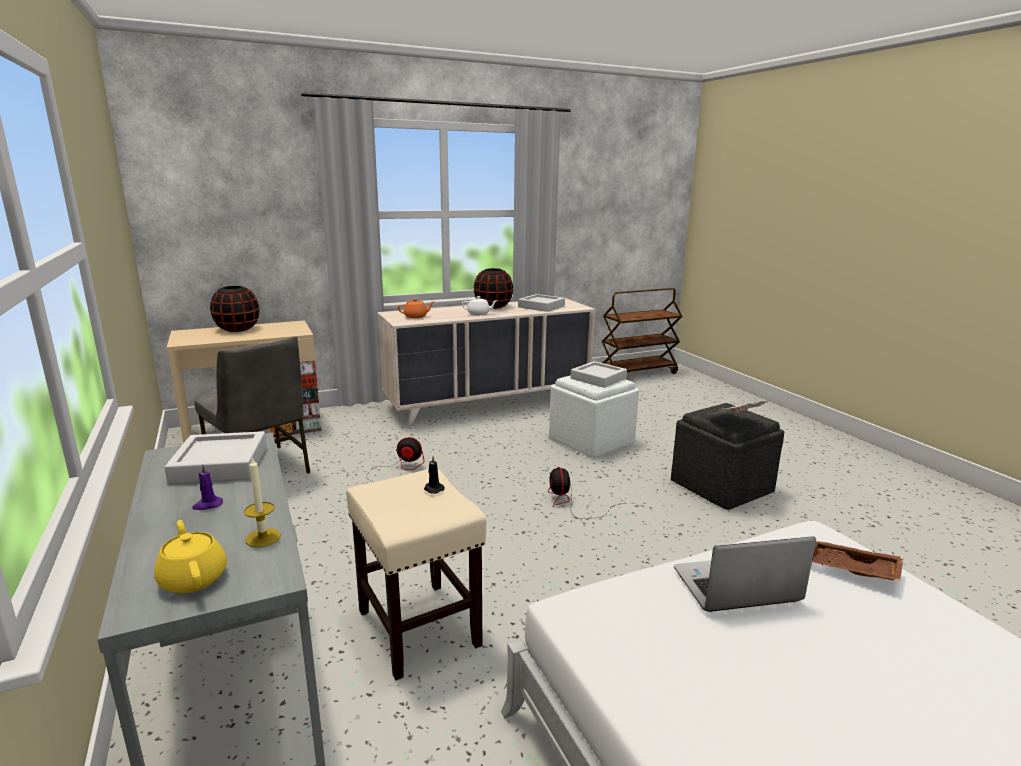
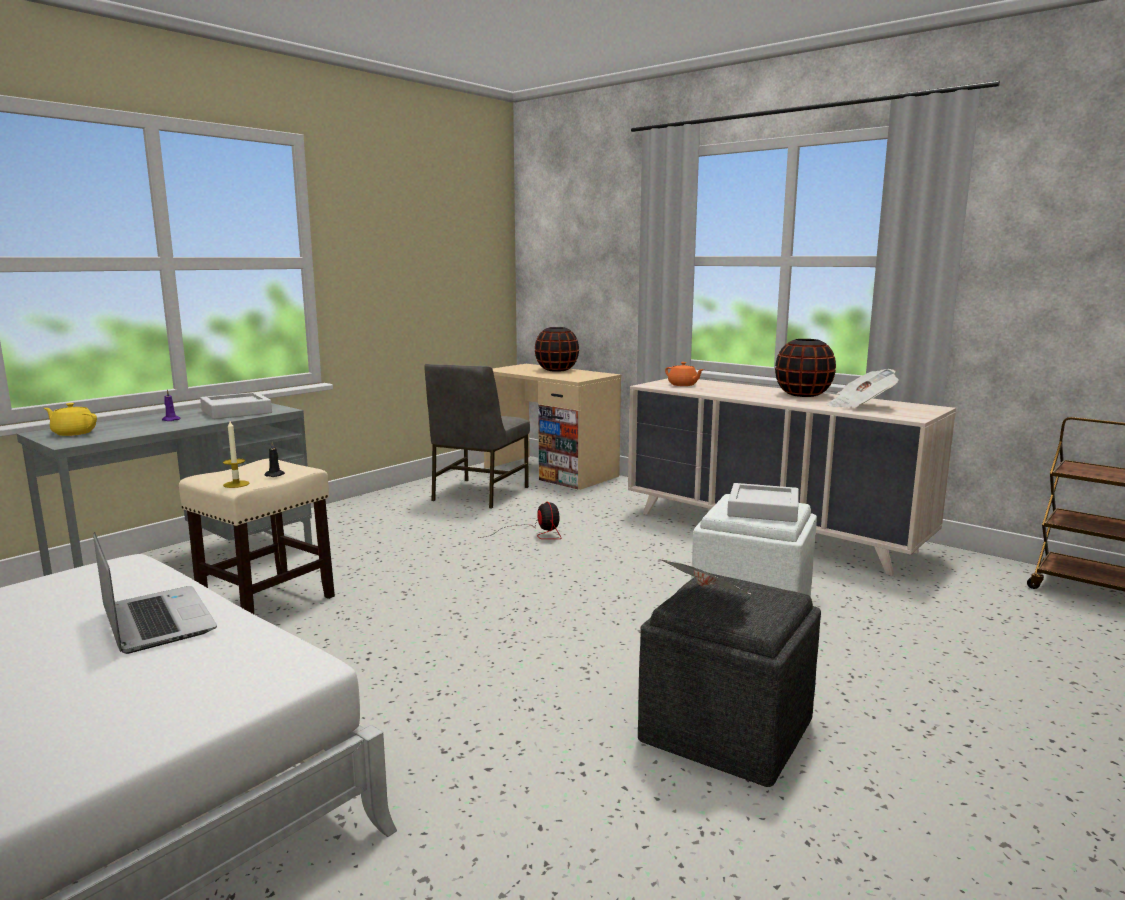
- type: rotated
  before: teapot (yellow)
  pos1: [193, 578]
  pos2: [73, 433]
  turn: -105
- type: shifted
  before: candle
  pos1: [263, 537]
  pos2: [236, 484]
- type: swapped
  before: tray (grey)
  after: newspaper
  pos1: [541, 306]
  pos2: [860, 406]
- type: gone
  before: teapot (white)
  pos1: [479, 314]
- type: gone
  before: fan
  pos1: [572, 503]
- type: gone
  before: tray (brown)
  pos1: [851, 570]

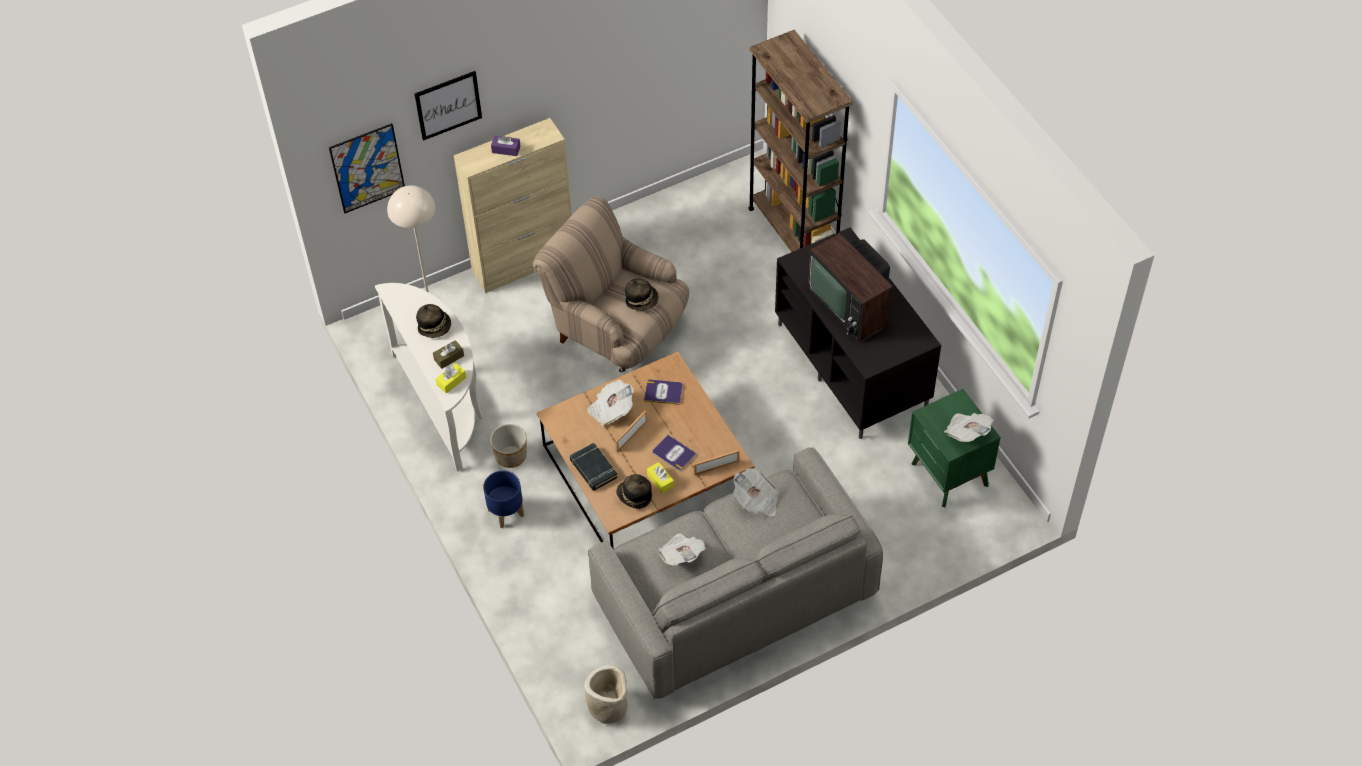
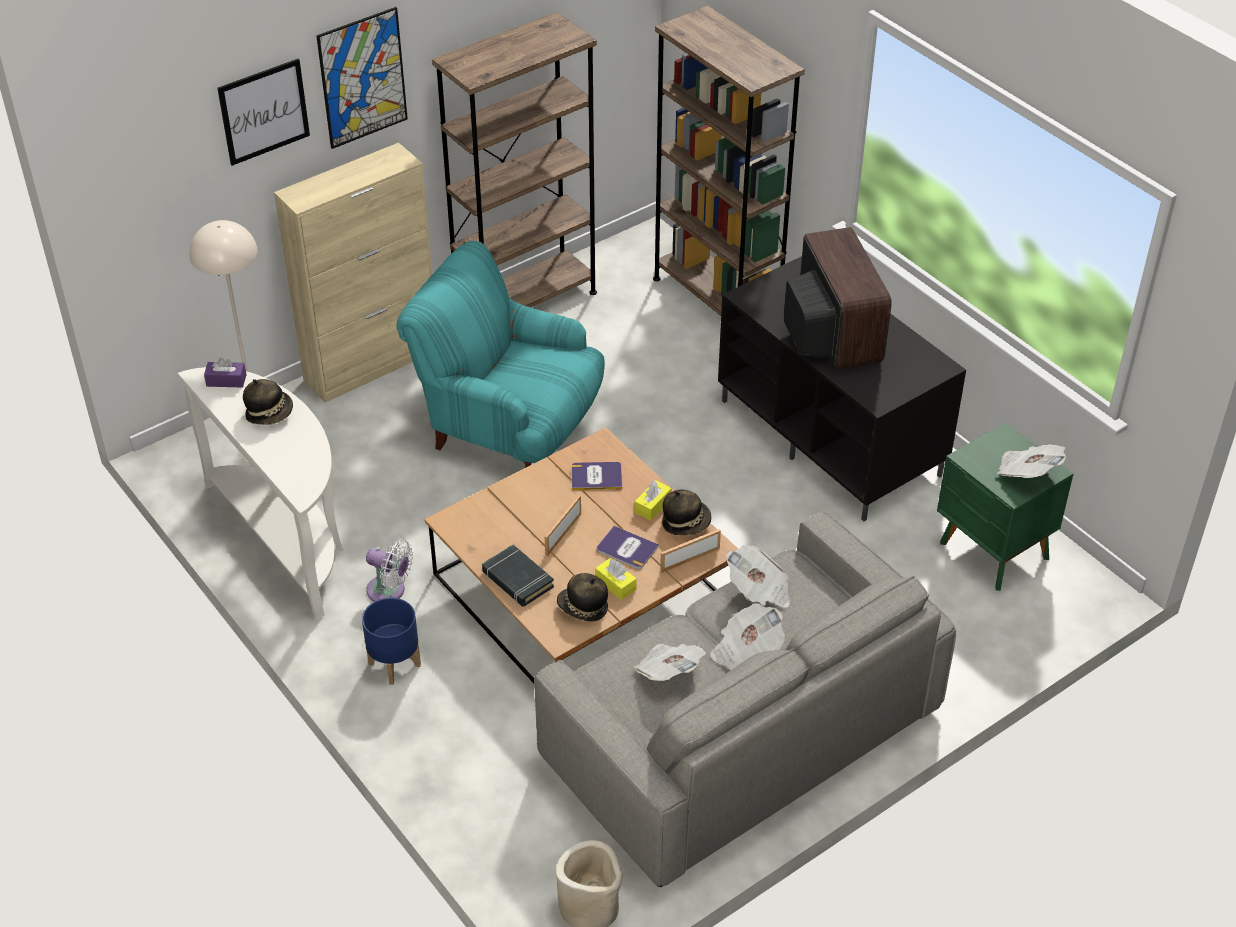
- type: shifted
  before: tissue box (purple)
  pos1: [506, 149]
  pos2: [226, 380]
- type: shifted
  before: picture
  pos1: [367, 168]
  pos2: [362, 78]
- type: swapped
  before: planter
  after: fan (white)
  pos1: [510, 455]
  pos2: [389, 591]
- type: repainted
  before: armchair (beige)
  after: armchair (turquoise)
  pos1: [616, 329]
  pos2: [508, 427]
- type: new
  after: bookcase (brown)
  pos2: [526, 303]
- type: shifted
  before: tissue box (yellow)
  pos1: [451, 381]
  pos2: [652, 506]
- type: shifted
  before: hat
  pos1: [642, 300]
  pos2: [686, 522]
- type: shifted
  before: newspaper
  pos1: [611, 410]
  pos2: [746, 652]
- type: rotated
  before: television
  pos1: [850, 302]
  pos2: [833, 334]
  turn: -150
- type: gone
  before: tissue box (brown)
  pos1: [449, 358]

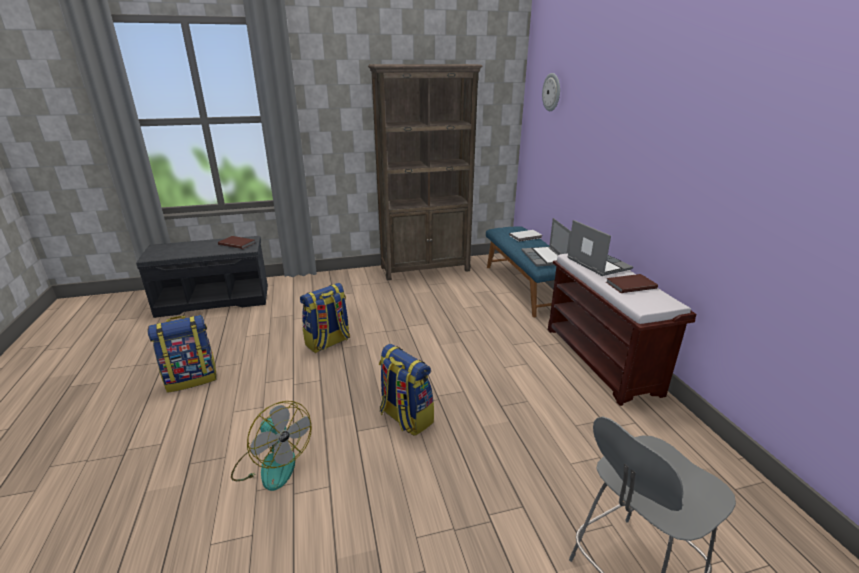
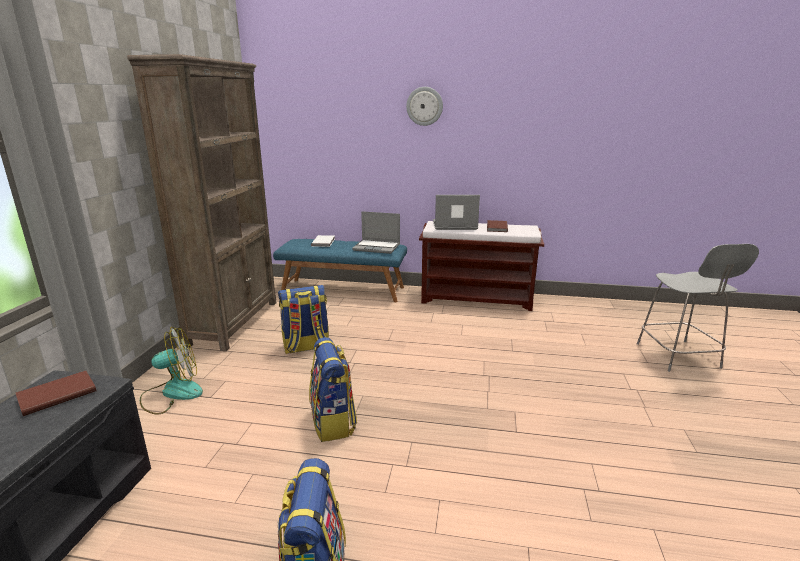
- type: shifted
  before: fan
  pos1: [272, 463]
  pos2: [172, 393]
- type: shifted
  before: backpack
  pos1: [405, 418]
  pos2: [306, 347]
- type: shifted
  before: wall clock
  pos1: [552, 92]
  pos2: [424, 106]

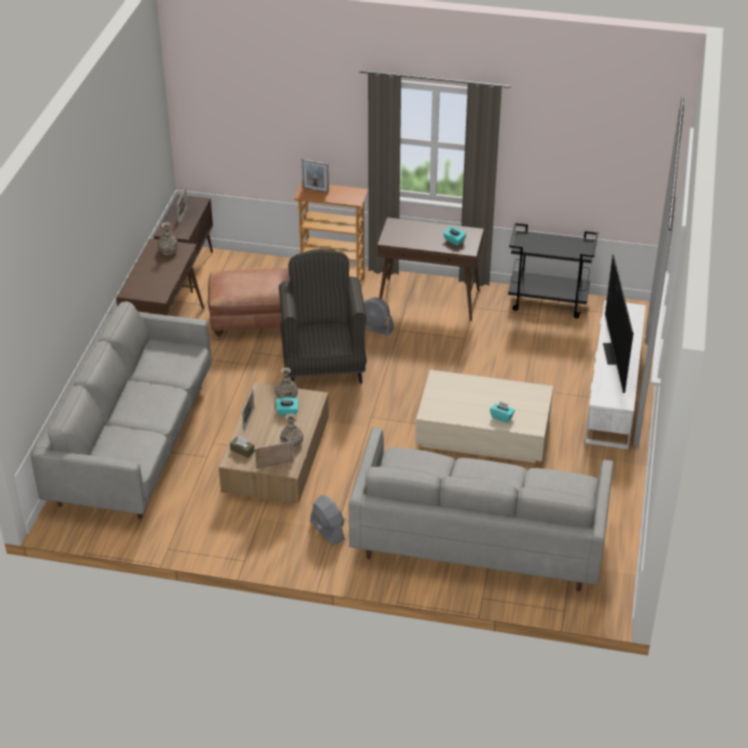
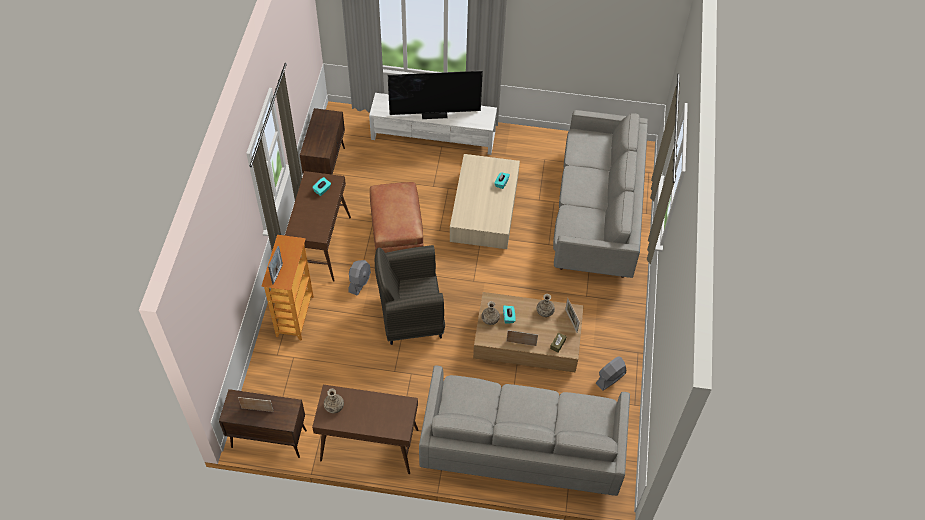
- type: swapped
  before: cart (black)
  after: cabinet (brown)
  pos1: [548, 302]
  pos2: [326, 168]
- type: shifted
  before: ottoman (brown)
  pos1: [255, 323]
  pos2: [396, 234]
- type: shifted
  before: fan (grey)
  pos1: [327, 530]
  pos2: [610, 378]

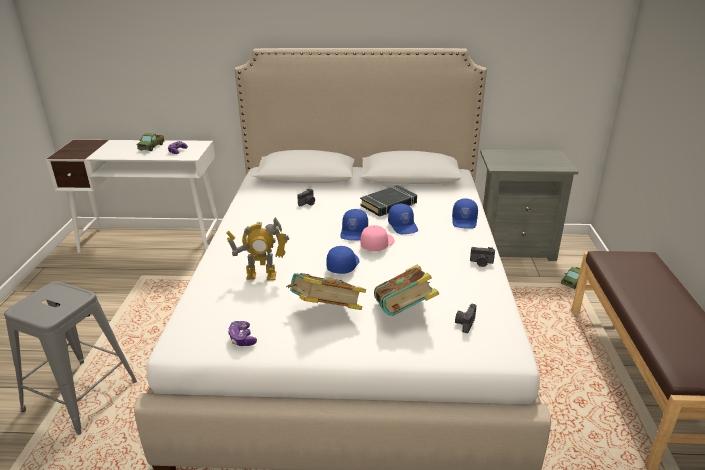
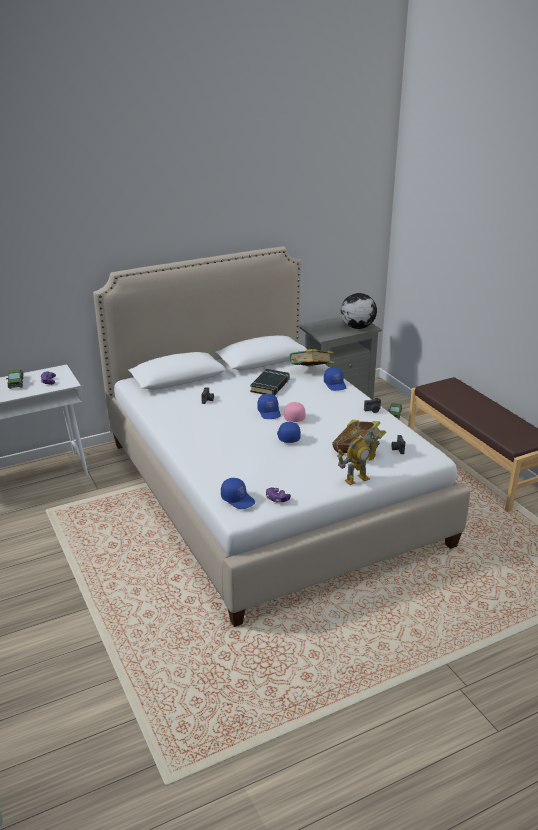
- type: shifted
  before: cap (blue)
  pos1: [403, 226]
  pos2: [238, 499]
- type: shifted
  before: book
  pos1: [326, 312]
  pos2: [310, 372]
- type: shifted
  before: toy robot
  pos1: [261, 276]
  pos2: [356, 479]
- type: new
  after: globe
  pos2: [357, 327]
- type: gone
  before: stool (grey)
  pos1: [80, 396]

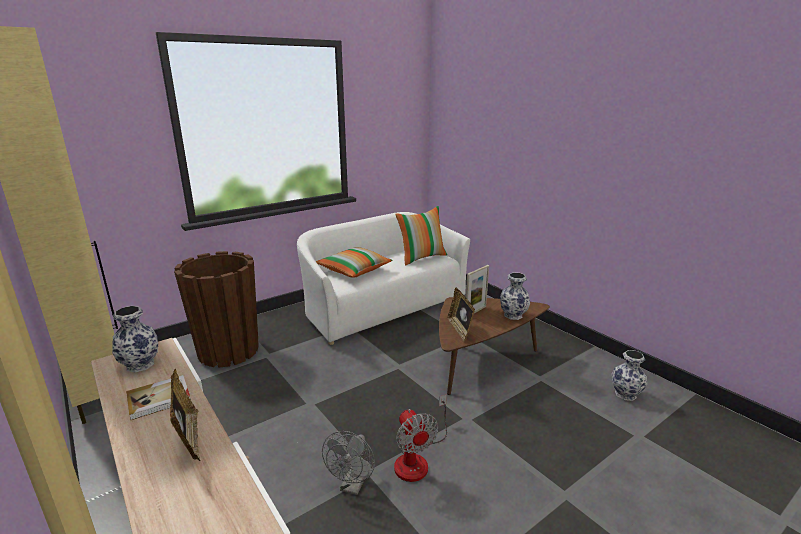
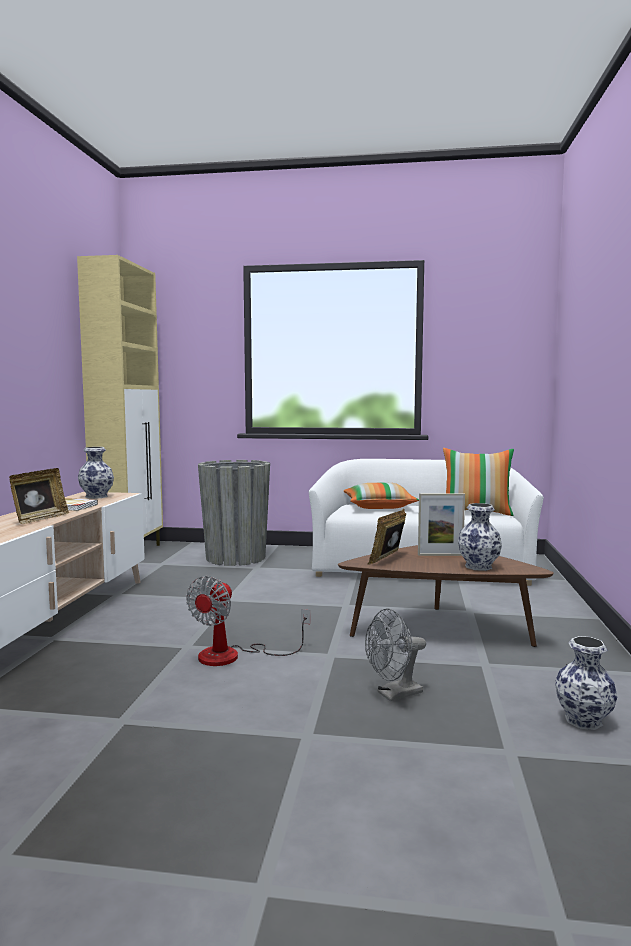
- type: repainted
  before: planter (brown)
  after: planter (grey)
  pos1: [228, 351]
  pos2: [235, 558]
- type: shifted
  before: fan (grey)
  pos1: [352, 486]
  pos2: [394, 695]

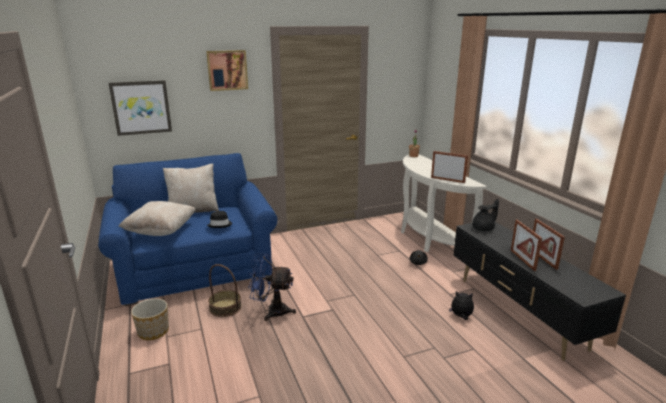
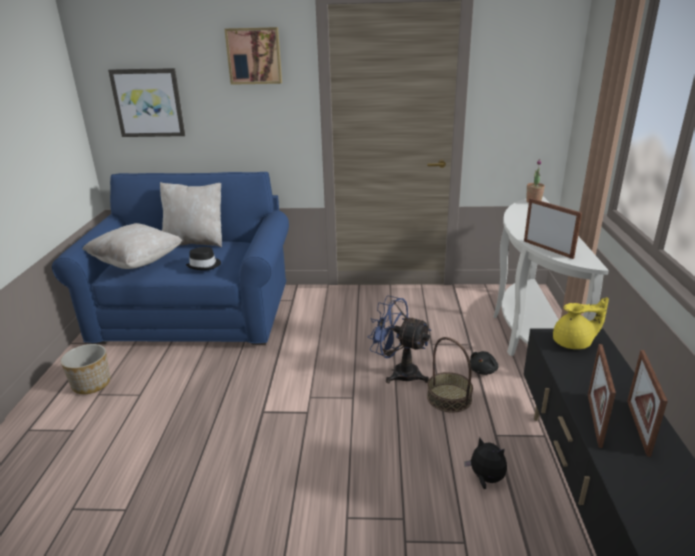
- type: shifted
  before: fan (blue)
  pos1: [271, 311]
  pos2: [399, 372]
- type: shifted
  before: basket
  pos1: [225, 307]
  pos2: [449, 398]
- type: repainted
  before: teapot (black)
  after: teapot (yellow)
  pos1: [484, 228]
  pos2: [574, 343]

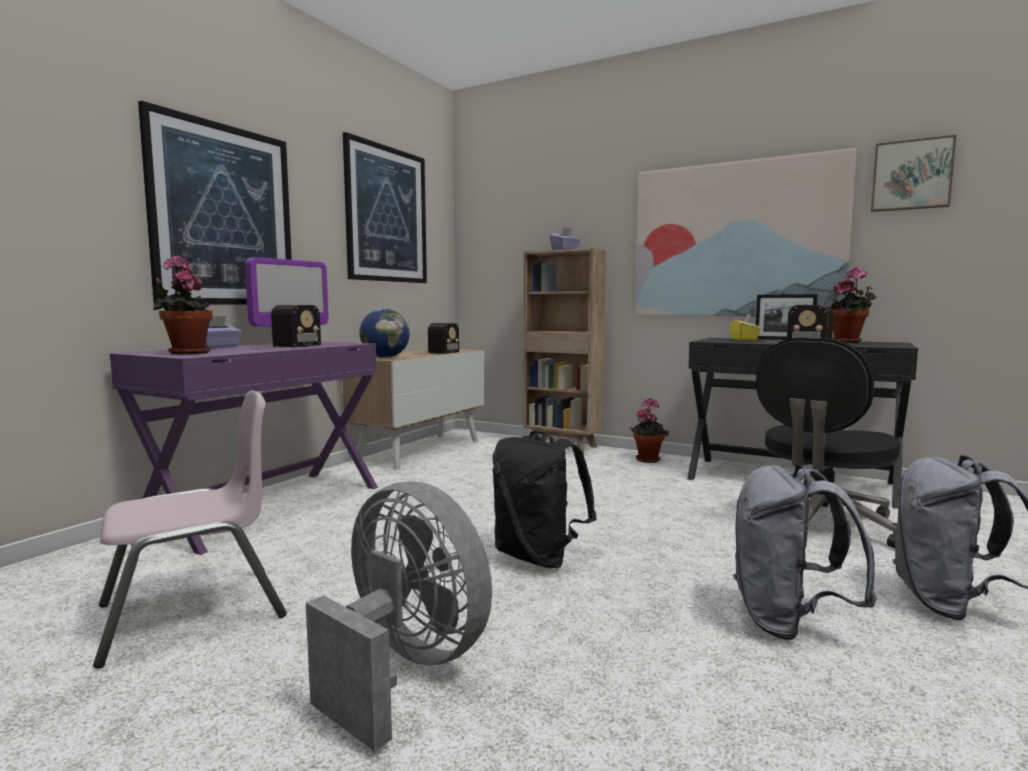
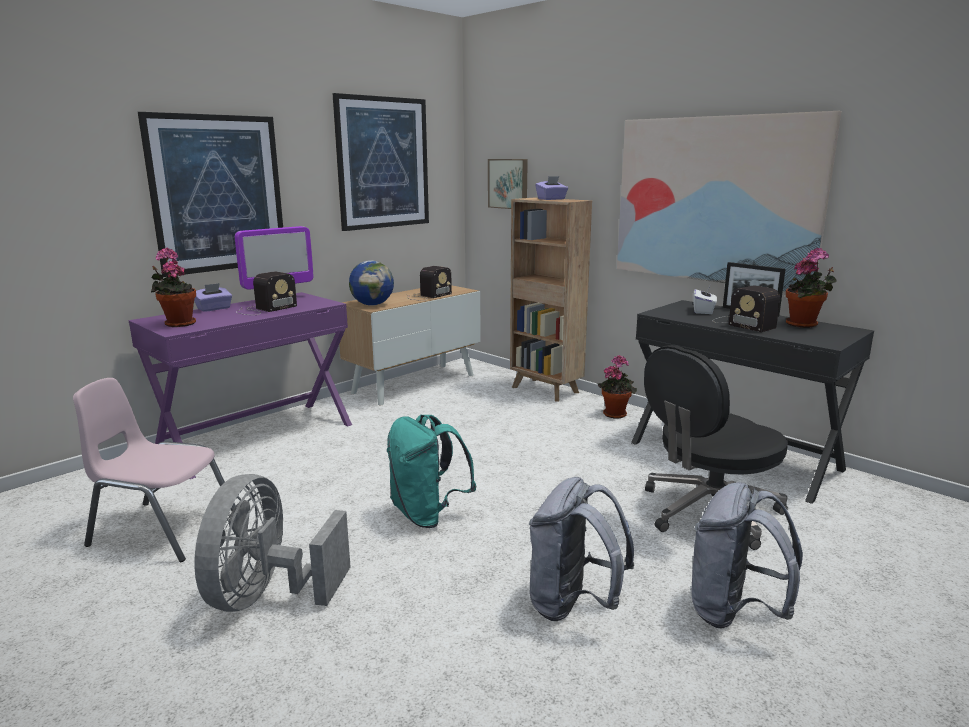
- type: rotated
  before: chair (pink)
  pos1: [193, 612]
  pos2: [163, 529]
  turn: -150
- type: rotated
  before: fan (grey)
  pos1: [404, 669]
  pos2: [268, 596]
  turn: -135
- type: repainted
  before: backpack (black)
  after: backpack (turquoise)
  pos1: [538, 557]
  pos2: [427, 515]
- type: shifted
  before: picture
  pos1: [911, 175]
  pos2: [509, 183]
- type: repainted
  before: tissue box (yellow)
  after: tissue box (white)
  pos1: [744, 340]
  pos2: [703, 311]

